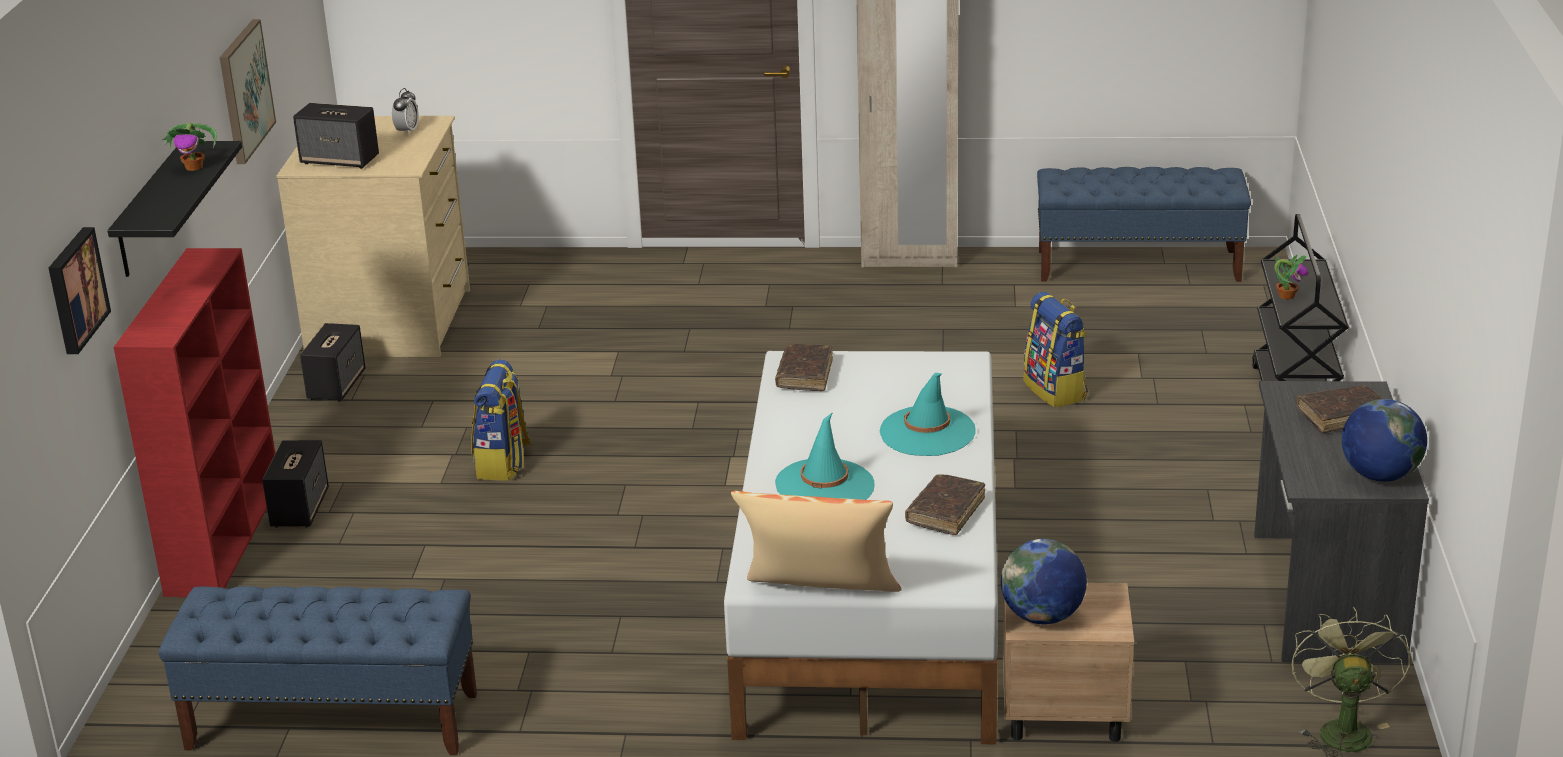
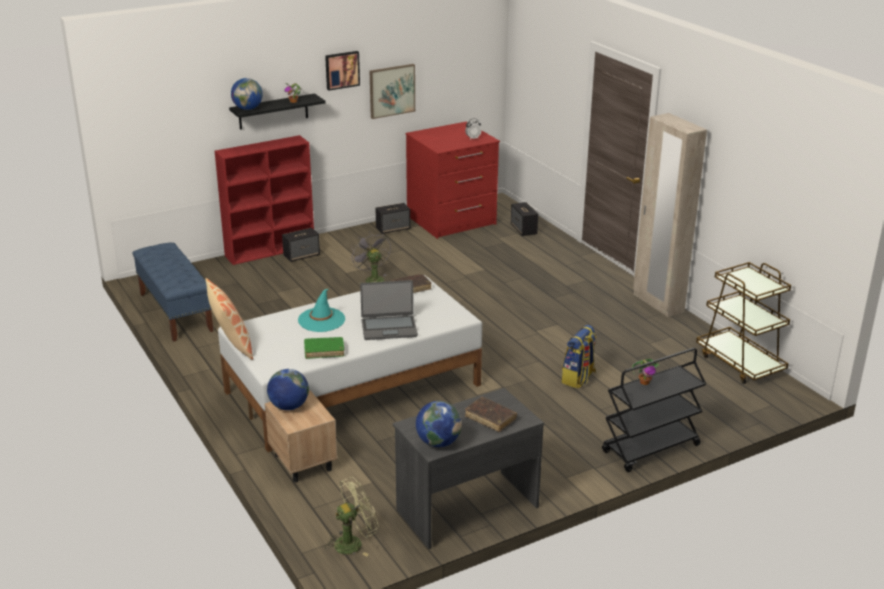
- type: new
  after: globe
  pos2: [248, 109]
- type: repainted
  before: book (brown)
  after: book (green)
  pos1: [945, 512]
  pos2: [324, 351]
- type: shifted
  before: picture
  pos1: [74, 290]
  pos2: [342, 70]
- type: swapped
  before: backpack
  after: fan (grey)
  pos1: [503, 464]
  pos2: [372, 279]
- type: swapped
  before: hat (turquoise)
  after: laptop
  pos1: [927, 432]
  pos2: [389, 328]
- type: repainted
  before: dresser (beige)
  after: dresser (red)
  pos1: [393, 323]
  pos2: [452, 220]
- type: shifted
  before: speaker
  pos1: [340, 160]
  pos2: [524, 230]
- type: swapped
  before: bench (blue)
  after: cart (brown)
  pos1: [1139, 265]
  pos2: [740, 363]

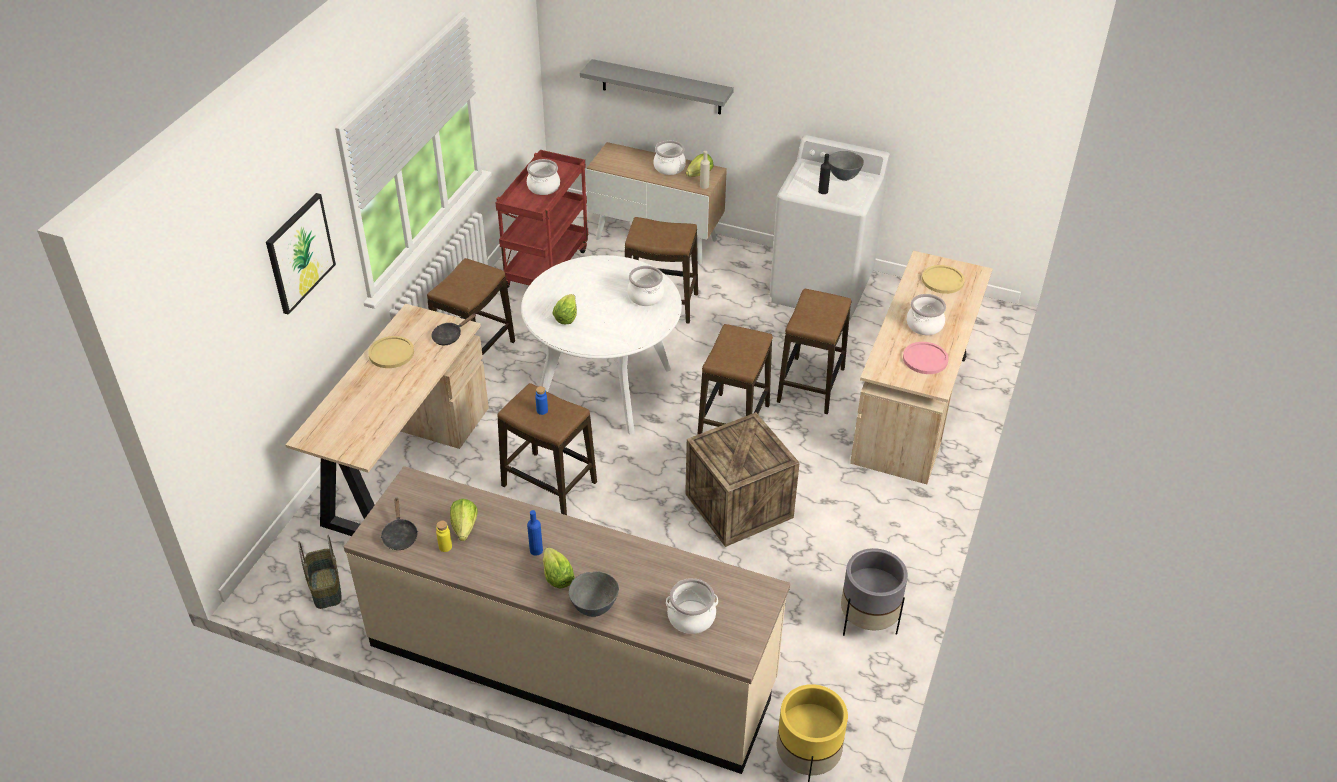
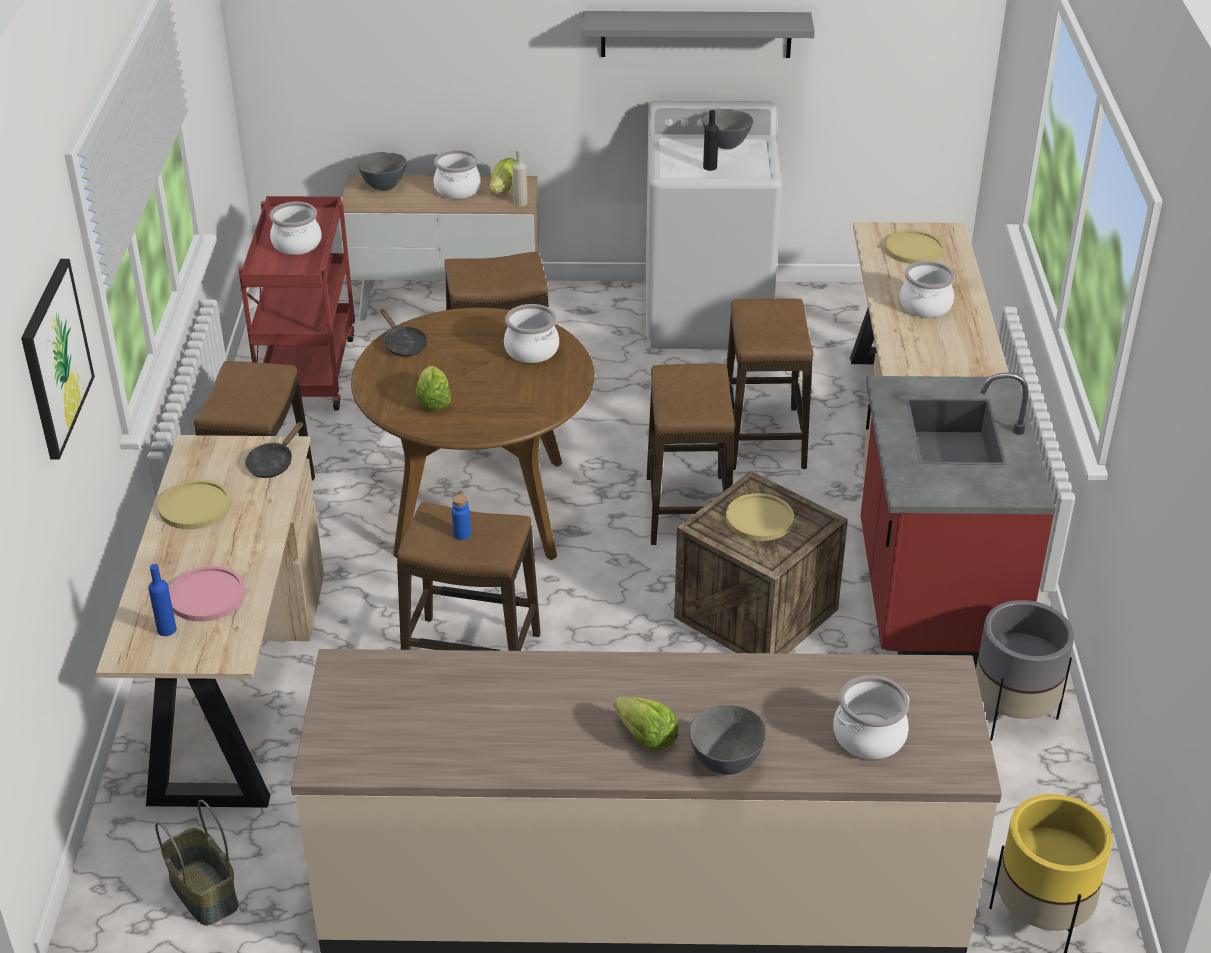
- type: shifted
  before: bottle (blue)
  pos1: [536, 550]
  pos2: [166, 629]
- type: shifted
  before: plate (pink)
  pos1: [925, 359]
  pos2: [207, 595]
- type: repainted
  before: dining table (white)
  after: dining table (brown)
  pos1: [604, 387]
  pos2: [480, 507]
- type: new
  after: bowl (grey)
  pos2: [383, 187]
- type: shifted
  before: frying pan (black)
  pos1: [400, 535]
  pos2: [403, 345]
- type: shifted
  before: shelf (grey)
  pos1: [661, 87]
  pos2: [696, 34]
- type: new
  after: plate (yellow)
  pos2: [759, 519]
- type: new
  after: counter (red)
  pos2: [932, 599]
- type: gone
  before: bottle (yellow)
  pos1: [445, 547]
- type: gone
  before: lettuce
  pos1: [464, 528]

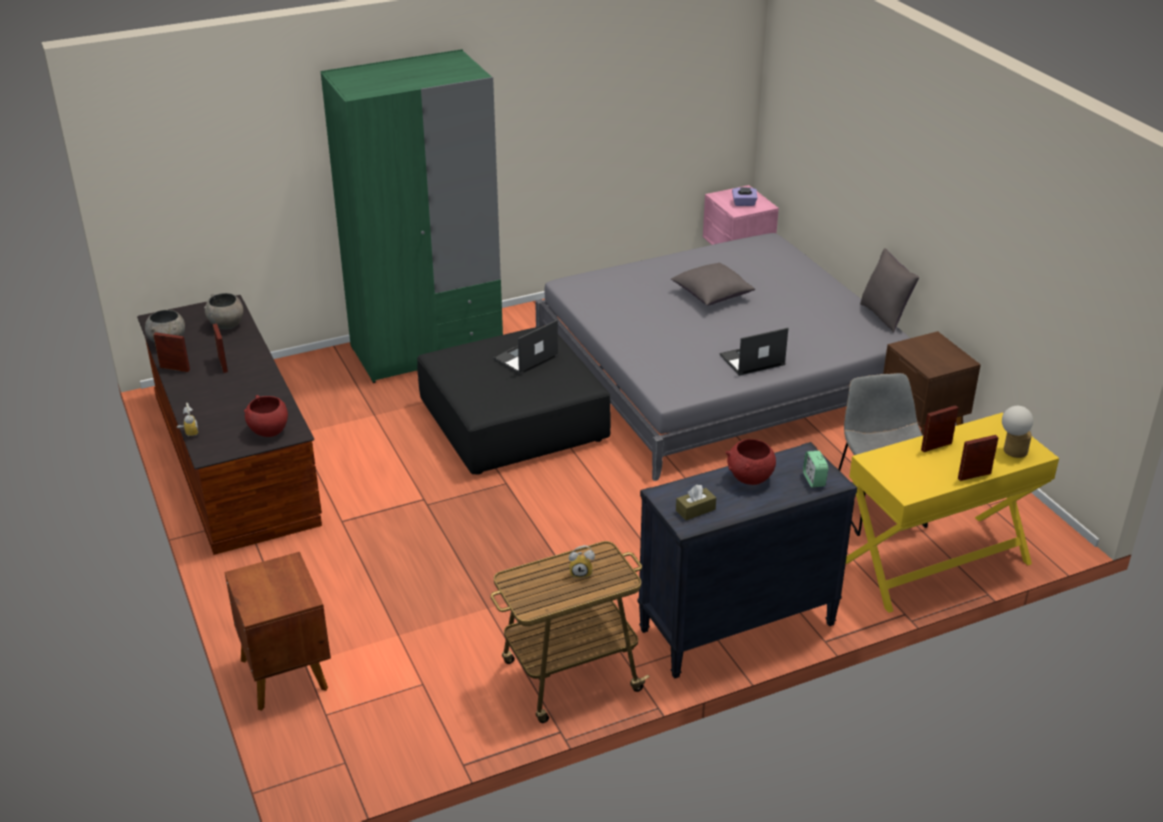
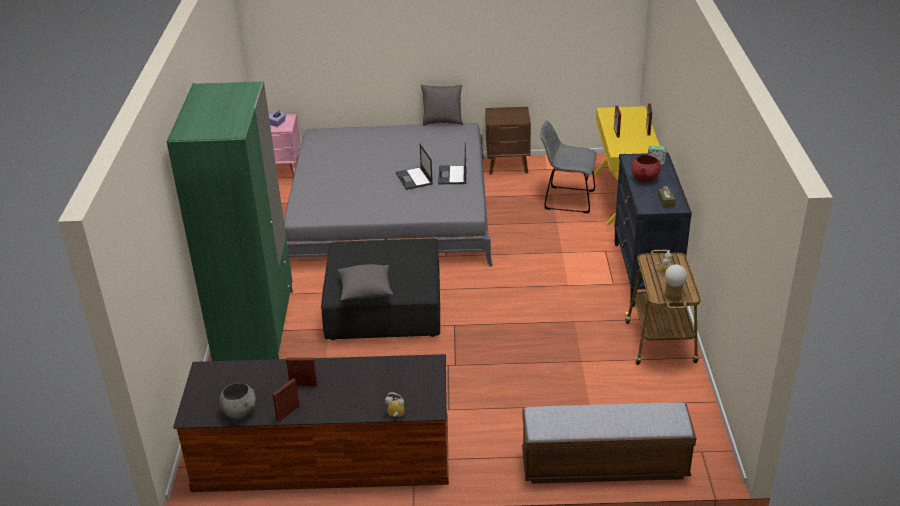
- type: shifted
  before: pillow (grey)
  pos1: [711, 295]
  pos2: [365, 291]
- type: shifted
  before: laptop
  pos1: [525, 358]
  pos2: [414, 179]
- type: swapped
  before: nightstand (brown)
  after: bench
  pos1: [285, 673]
  pos2: [604, 465]
- type: shifted
  before: table lamp
  pos1: [1011, 451]
  pos2: [673, 296]
- type: gone
  before: bowl (grey)
  pos1: [226, 325]
- type: gone
  before: bowl (red)
  pos1: [268, 431]

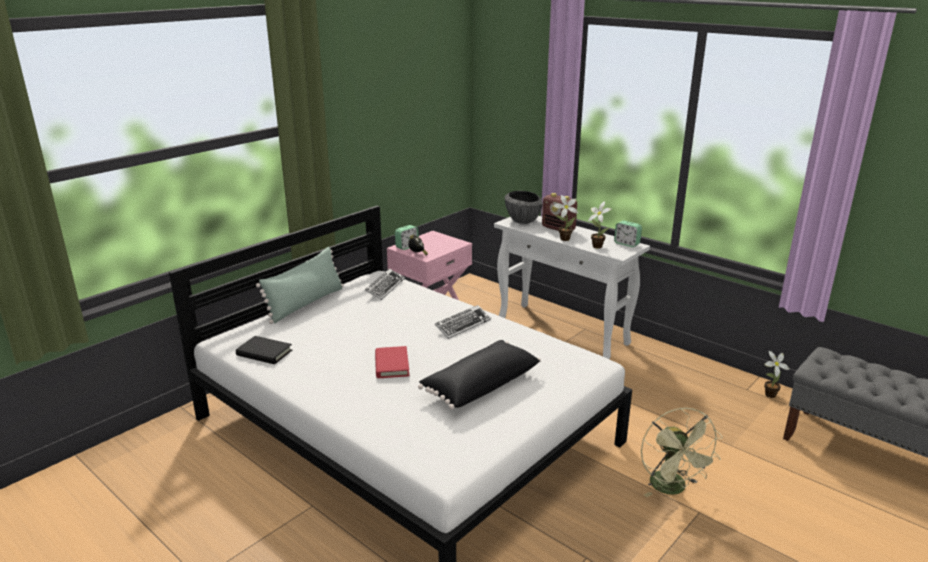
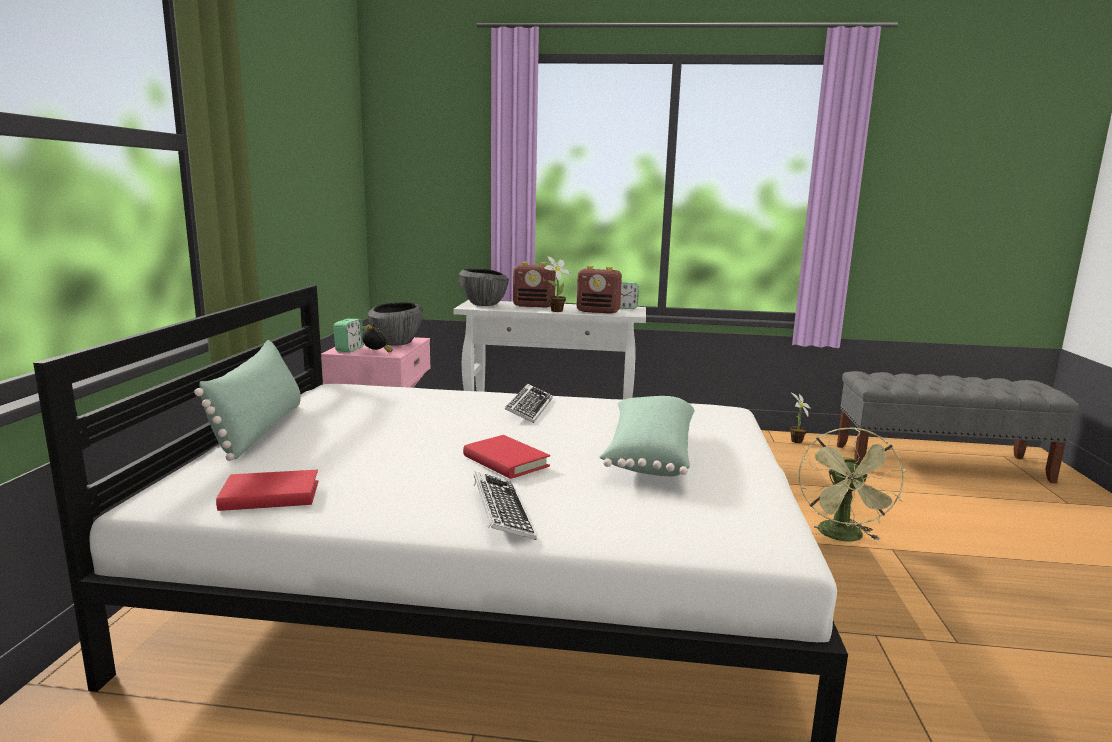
- type: repainted
  before: book (black)
  after: book (red)
  pos1: [264, 353]
  pos2: [270, 496]
- type: new
  after: bowl
  pos2: [396, 343]
- type: shifted
  before: keyboard
  pos1: [385, 287]
  pos2: [501, 512]
- type: swapped
  before: potted plant
  after: radio
  pos1: [596, 246]
  pos2: [598, 311]
- type: repainted
  before: pillow (black)
  after: pillow (green)
  pos1: [479, 385]
  pos2: [648, 455]
- type: rotated
  before: fan (green)
  pos1: [673, 489]
  pos2: [843, 537]
  turn: 60

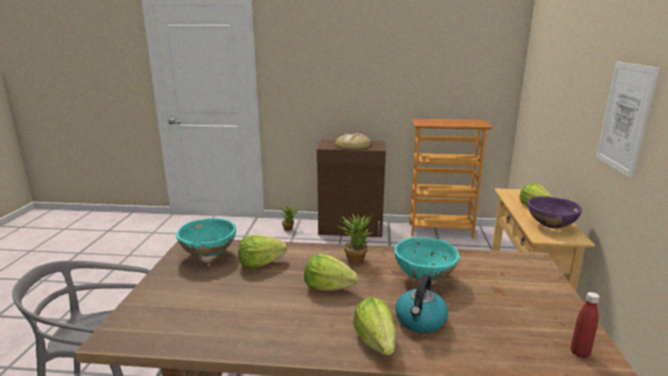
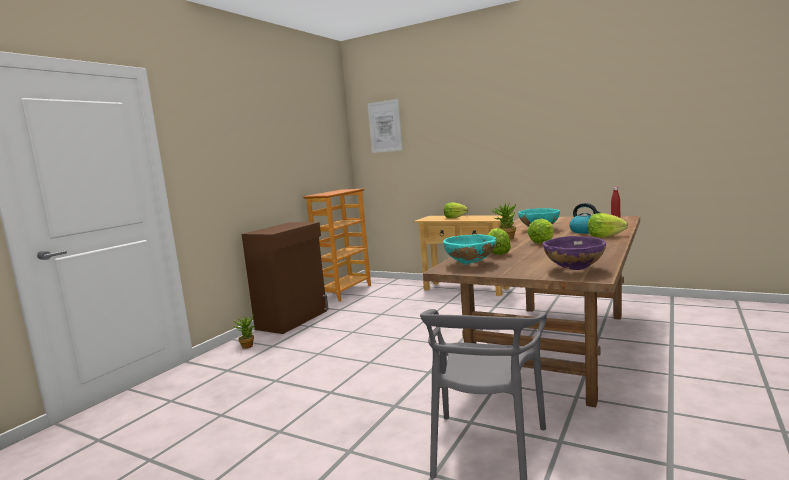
- type: shifted
  before: picture
  pos1: [625, 117]
  pos2: [385, 126]
- type: shifted
  before: bowl (purple)
  pos1: [550, 226]
  pos2: [573, 269]
- type: gone
  before: bread
  pos1: [353, 145]

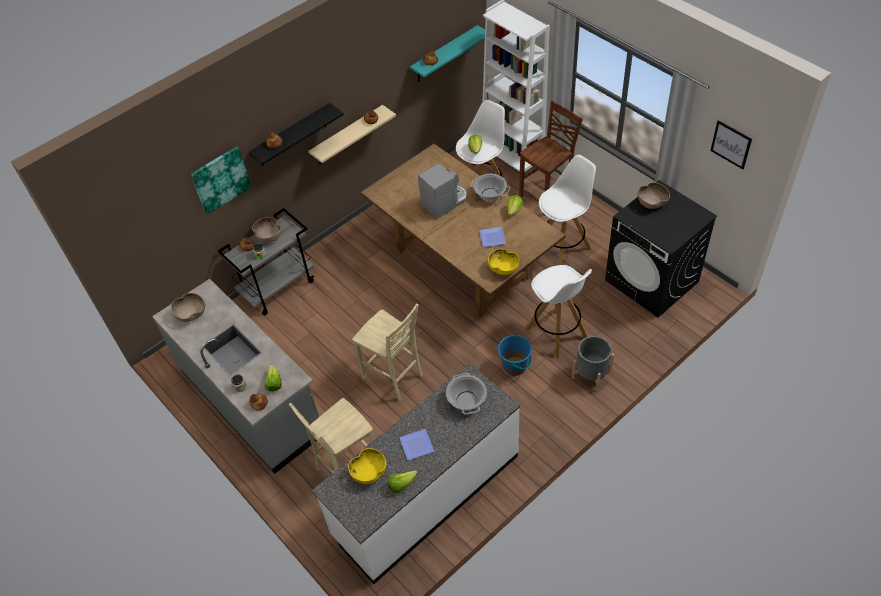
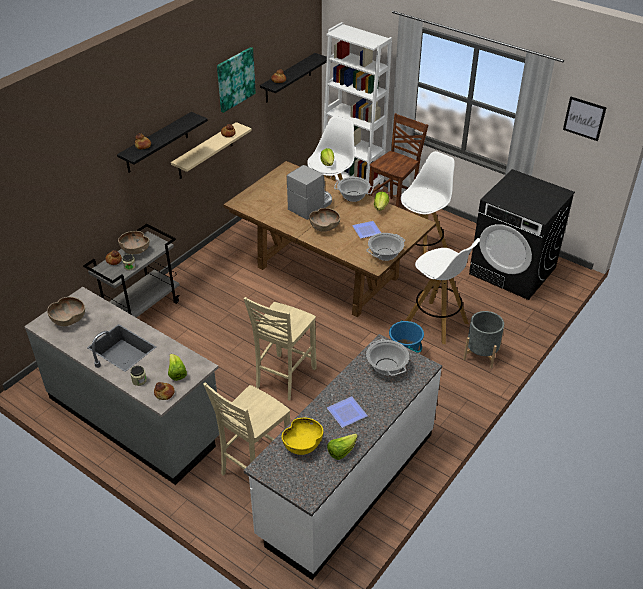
- type: shifted
  before: picture
  pos1: [220, 179]
  pos2: [235, 79]
- type: rotated
  before: chair (beige)
  pos1: [394, 377]
  pos2: [284, 378]
  turn: 90
- type: repainted
  before: shelf (turquoise)
  after: shelf (black)
  pos1: [444, 54]
  pos2: [288, 78]
- type: shifted
  before: bowl (brown)
  pos1: [651, 202]
  pos2: [324, 227]
- type: swapped
  before: bowl (yellow)
  after: cooking pot
  pos1: [503, 269]
  pos2: [385, 255]

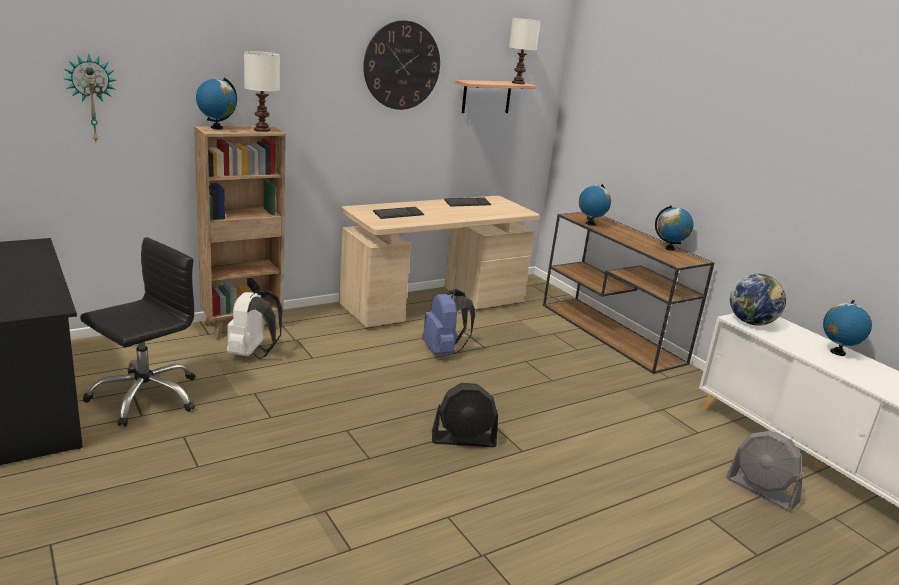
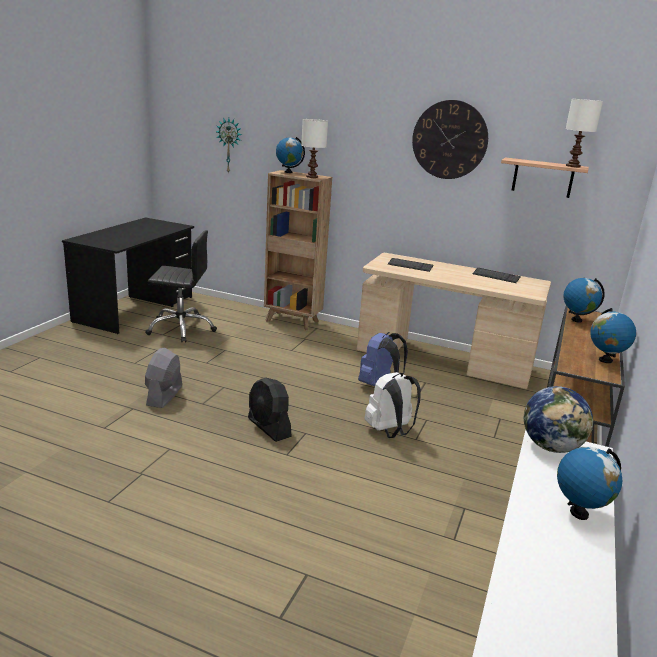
- type: shifted
  before: fan (grey)
  pos1: [761, 491]
  pos2: [164, 395]
- type: shifted
  before: backpack (white)
  pos1: [252, 354]
  pos2: [390, 431]

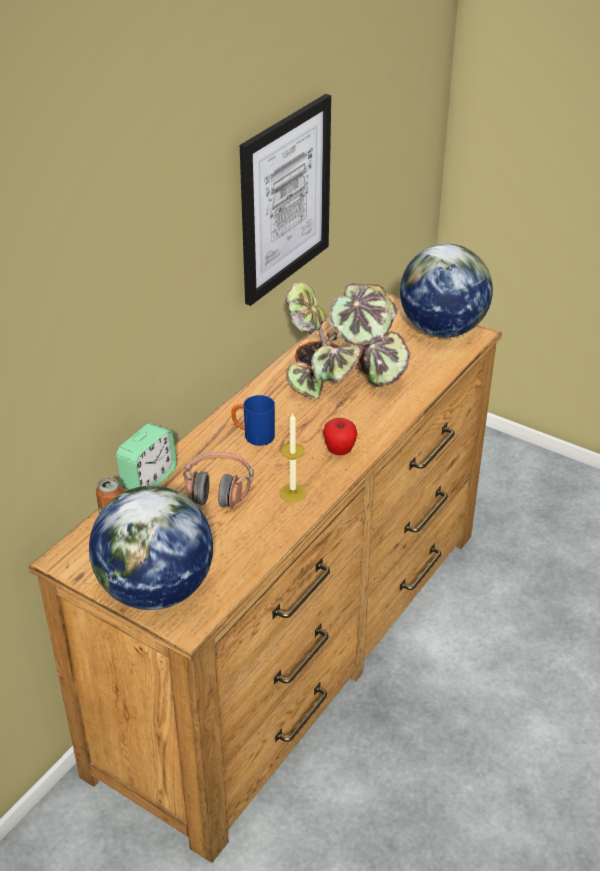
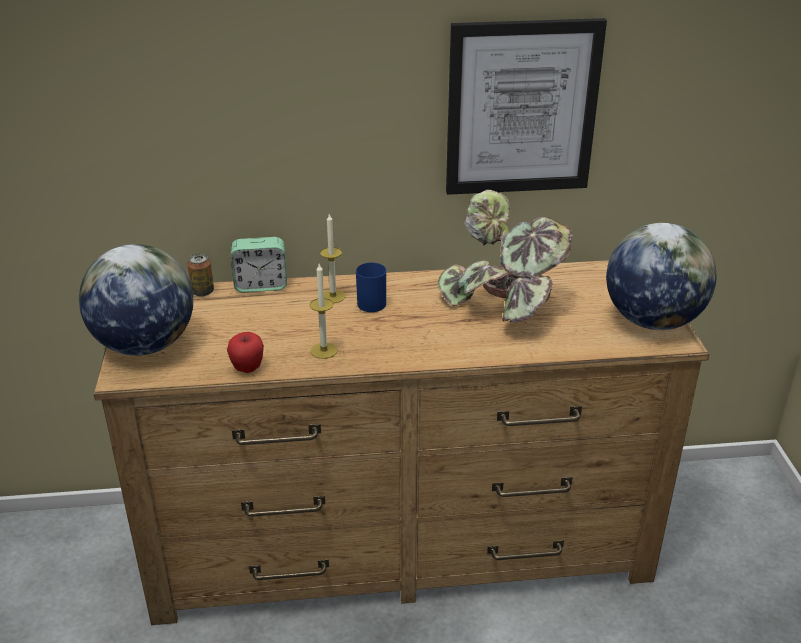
- type: shifted
  before: apple
  pos1: [339, 451]
  pos2: [247, 368]
- type: new
  after: candle
  pos2: [333, 296]
- type: gone
  before: headphones
  pos1: [218, 489]

